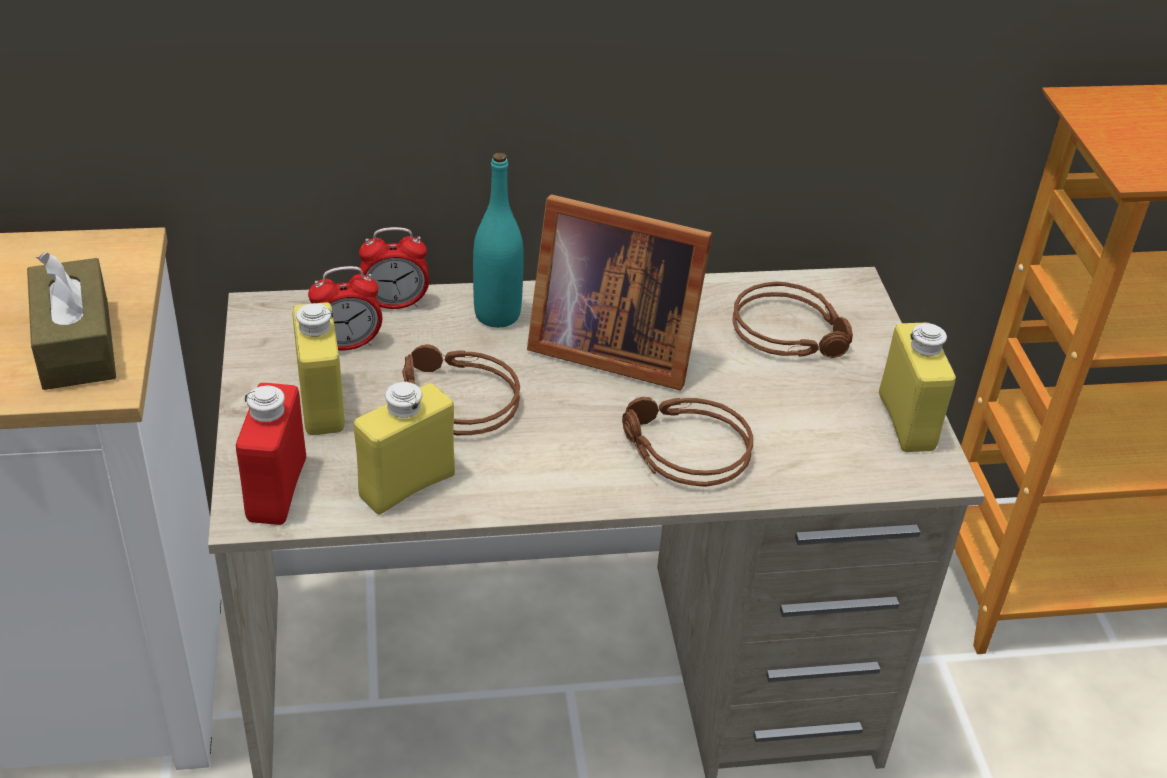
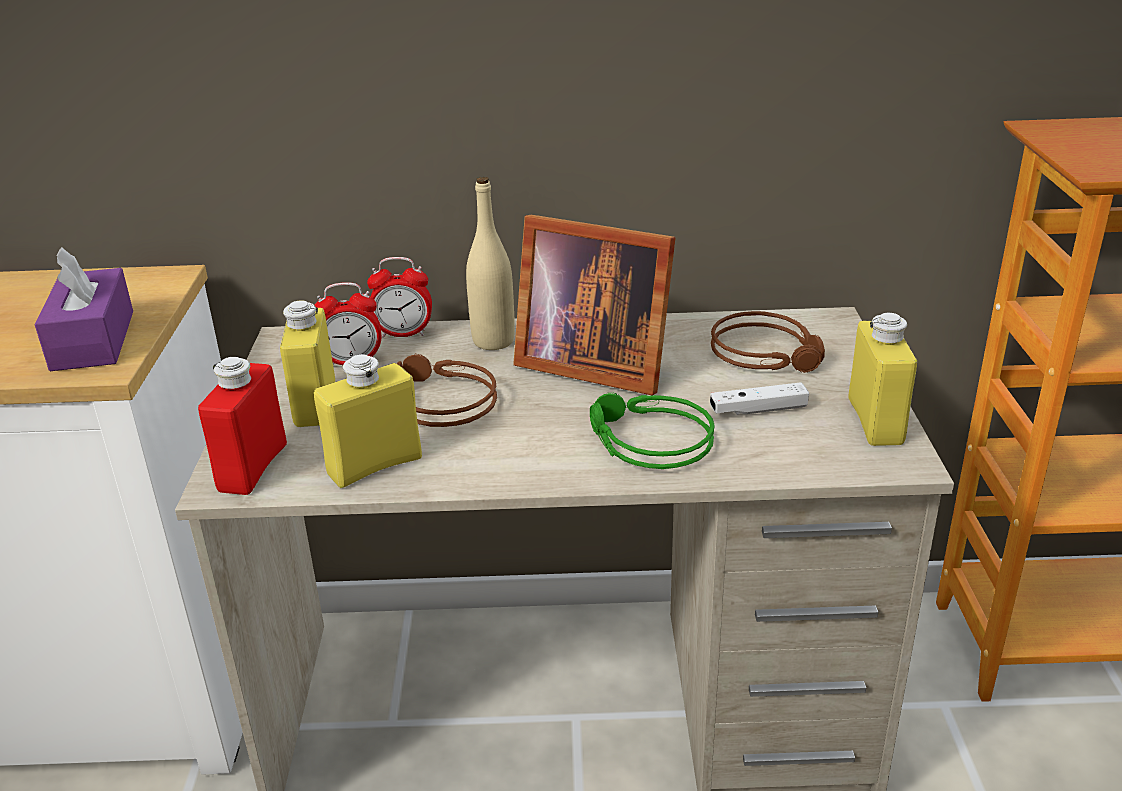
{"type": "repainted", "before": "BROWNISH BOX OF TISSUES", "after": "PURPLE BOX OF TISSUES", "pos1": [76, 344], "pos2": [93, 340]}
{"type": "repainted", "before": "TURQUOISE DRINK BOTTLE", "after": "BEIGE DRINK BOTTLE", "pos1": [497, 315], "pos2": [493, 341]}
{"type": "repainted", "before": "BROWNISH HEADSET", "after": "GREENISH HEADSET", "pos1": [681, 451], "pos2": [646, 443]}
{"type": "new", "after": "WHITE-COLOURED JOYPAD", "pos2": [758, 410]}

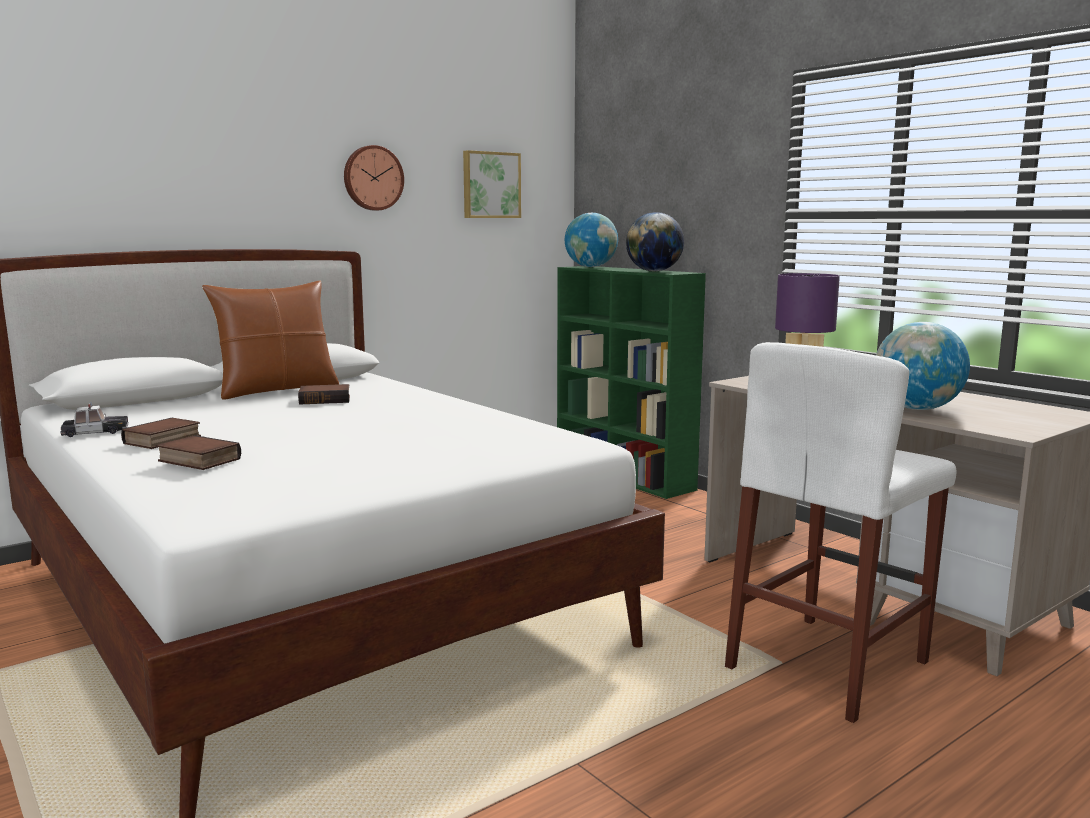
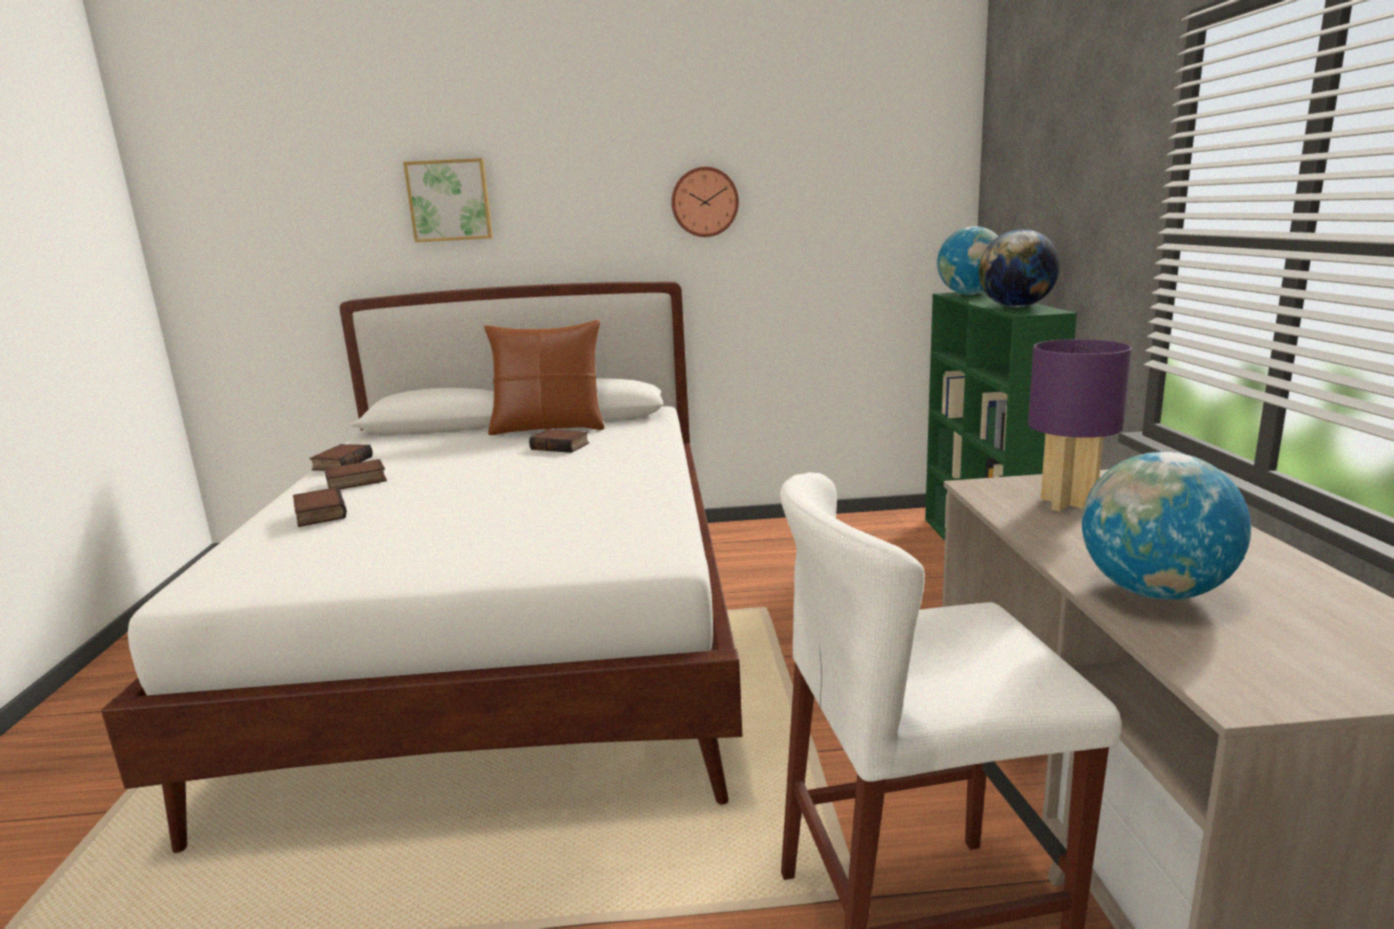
{"type": "swapped", "before": "MODEL CAR", "after": "VOLUME", "pos1": [95, 432], "pos2": [341, 463]}
{"type": "shifted", "before": "PICTURE", "pos1": [490, 185], "pos2": [450, 200]}

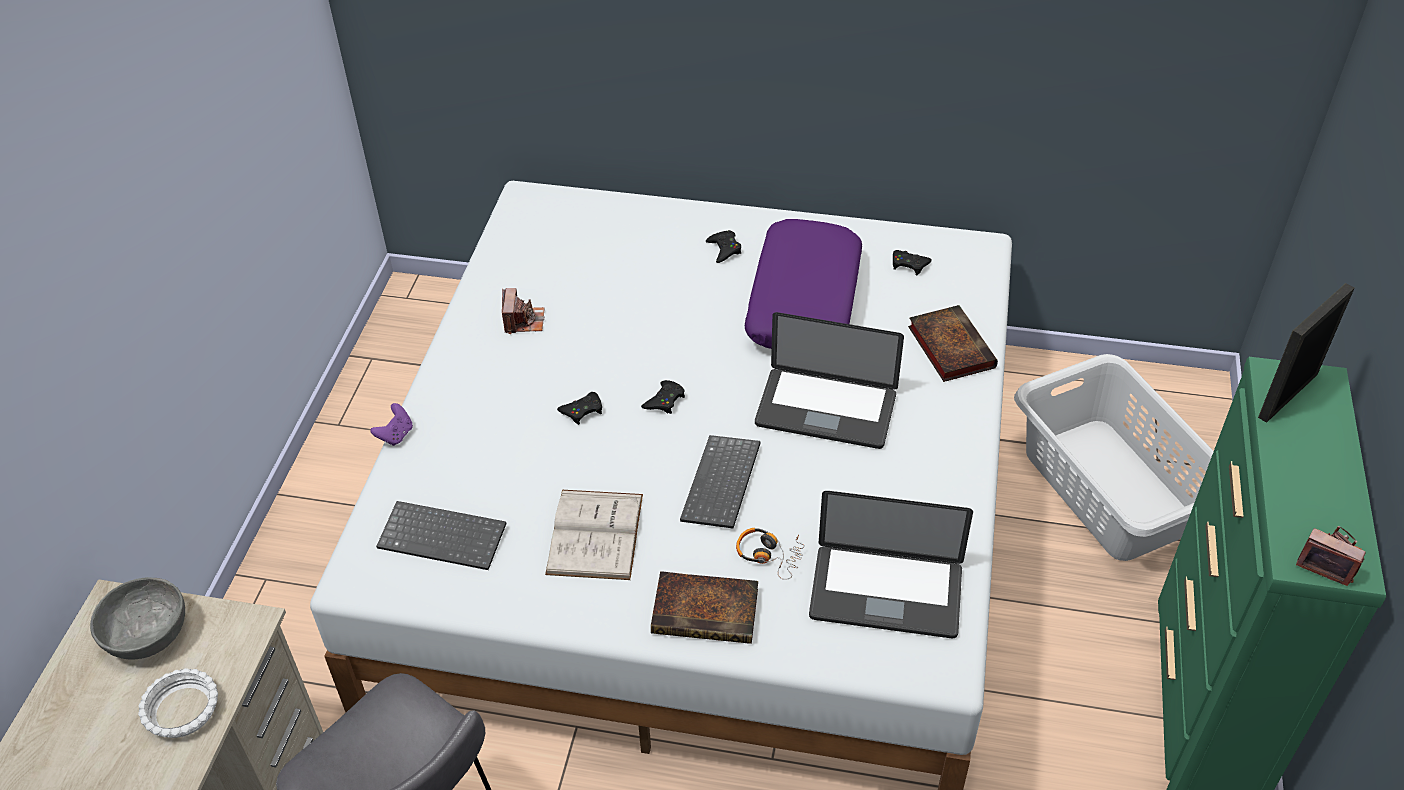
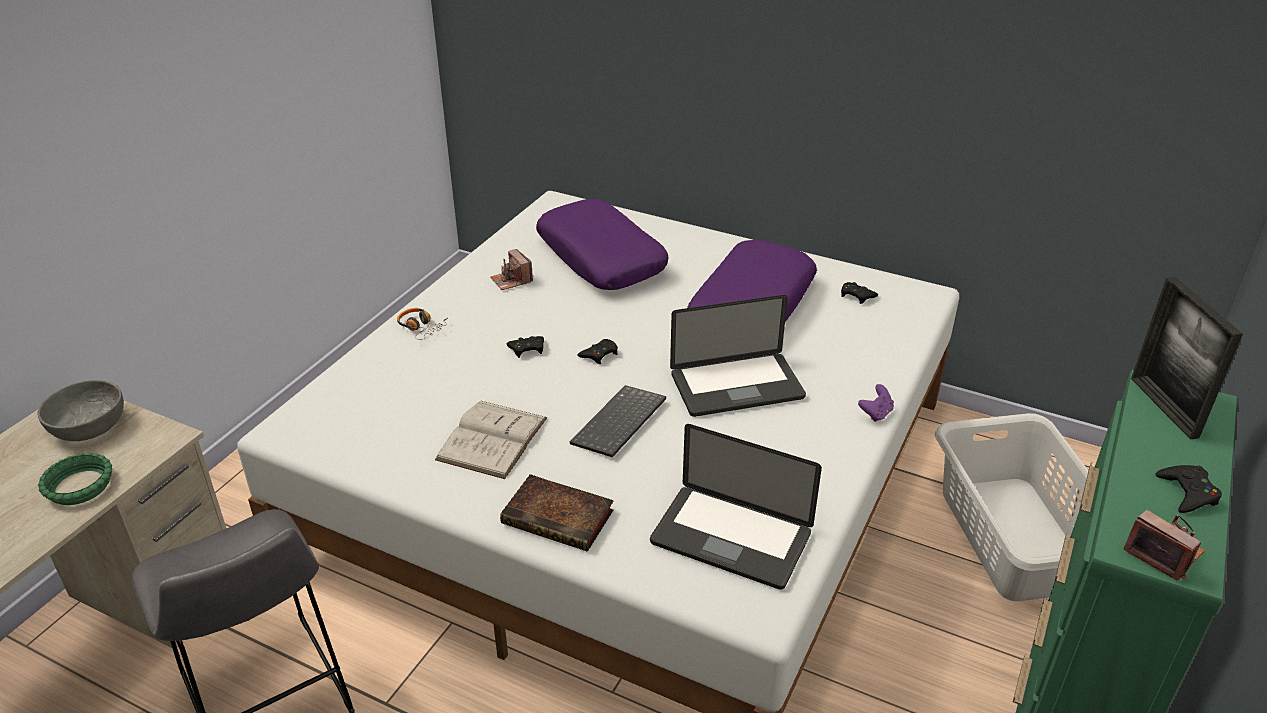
{"type": "repainted", "before": "WHITE-COLOURED SERVING BOWL", "after": "GREENISH SERVING BOWL", "pos1": [182, 710], "pos2": [79, 486]}
{"type": "shifted", "before": "PURPLE JOYPAD", "pos1": [396, 435], "pos2": [876, 413]}
{"type": "gone", "before": "PC KEYBOARD", "pos1": [444, 536]}
{"type": "rotated", "before": "STILL CAMERA", "pos1": [523, 321], "pos2": [511, 280], "turn": 135}
{"type": "shifted", "before": "BLACK-COLOURED JOYPAD", "pos1": [724, 249], "pos2": [1187, 493]}
{"type": "shifted", "before": "HEADSET", "pos1": [769, 555], "pos2": [421, 327]}
{"type": "rotated", "before": "NOTEBOOK COMPUTER", "pos1": [826, 410], "pos2": [737, 386], "turn": -45}
{"type": "gone", "before": "VOLUME", "pos1": [949, 346]}
{"type": "rotated", "before": "PICTURE FRAME", "pos1": [1288, 396], "pos2": [1163, 407], "turn": -75}
{"type": "new", "after": "PURPLE CUSHION", "pos2": [602, 258]}

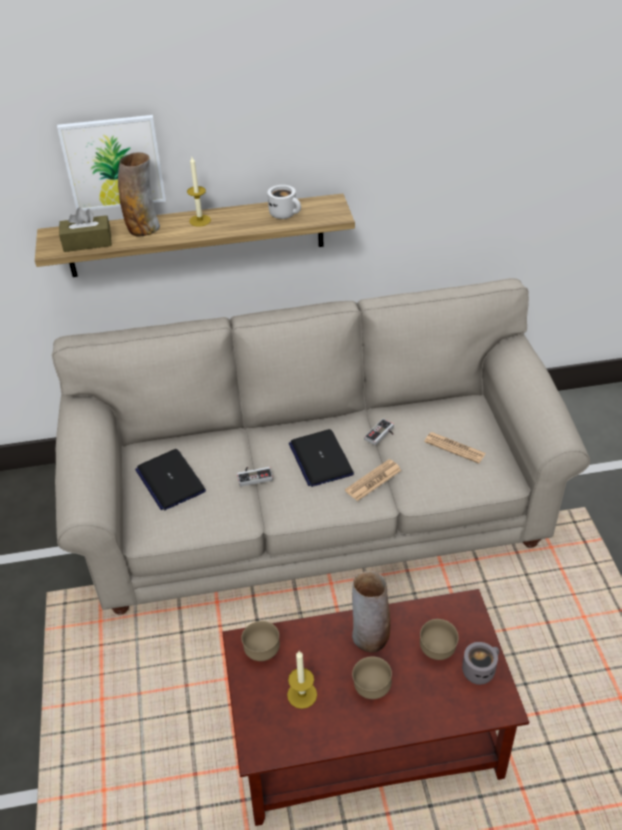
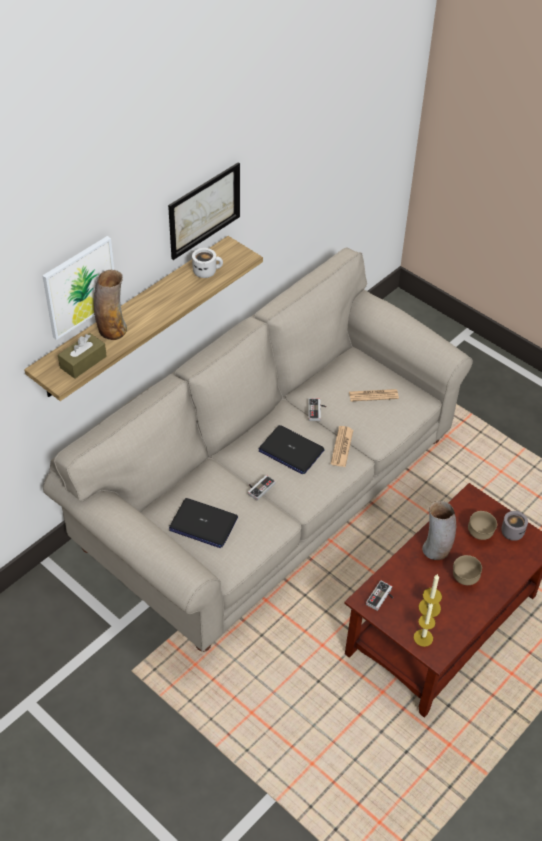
{"type": "shifted", "before": "CANDLE", "pos1": [200, 220], "pos2": [423, 638]}
{"type": "swapped", "before": "BROWNISH SERVING BOWL", "after": "JOYPAD", "pos1": [262, 652], "pos2": [381, 598]}
{"type": "new", "after": "PICTURE", "pos2": [204, 210]}

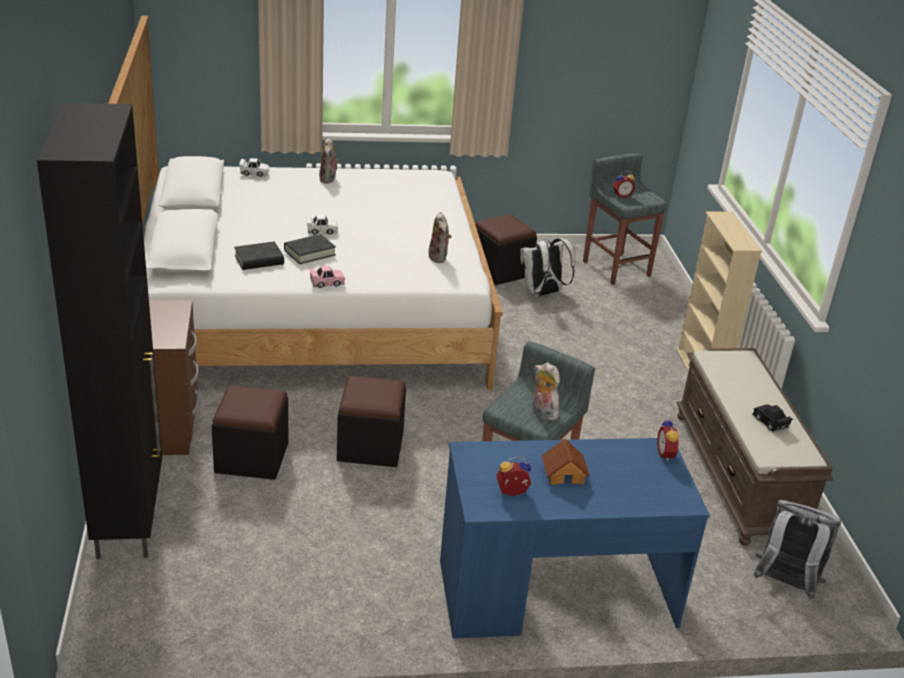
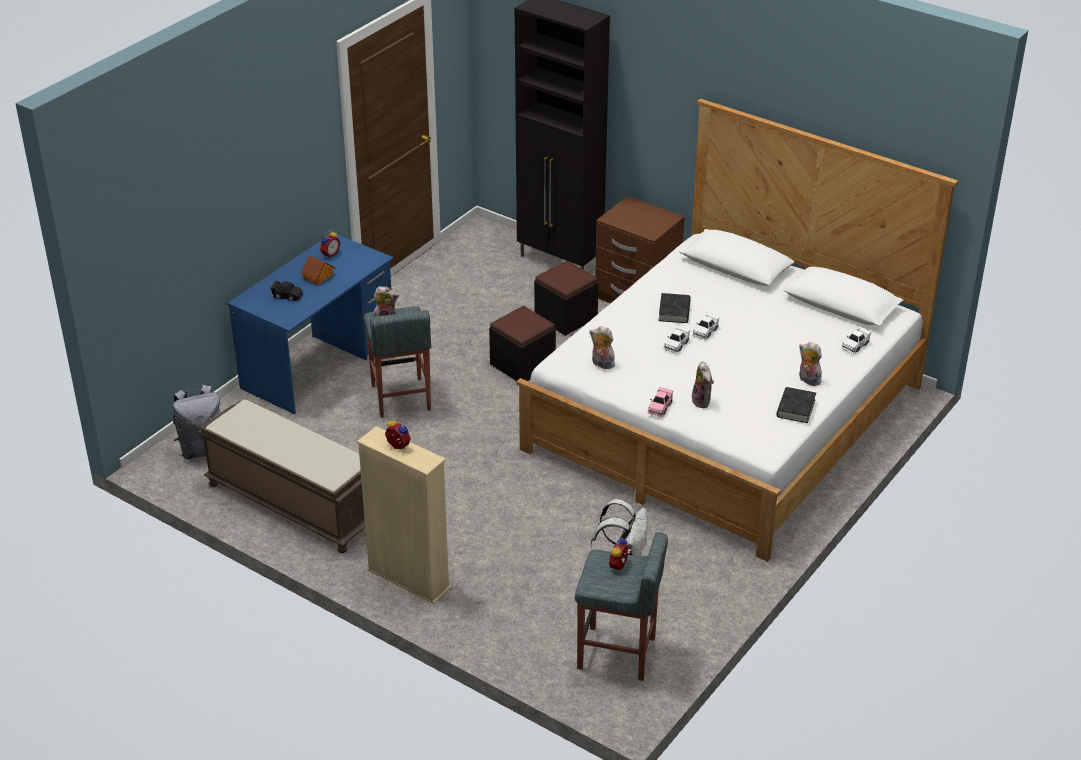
{"type": "shifted", "before": "BLACK-COLOURED VOLUME", "pos1": [259, 260], "pos2": [795, 408]}
{"type": "shifted", "before": "PINK MODEL CAR", "pos1": [327, 283], "pos2": [660, 407]}
{"type": "gone", "before": "BLACK-COLOURED OTTOMAN", "pos1": [500, 271]}
{"type": "shifted", "before": "BEDSIDE CLOCK", "pos1": [667, 454], "pos2": [397, 447]}
{"type": "shifted", "before": "BLACK-COLOURED MODEL CAR", "pos1": [770, 422], "pos2": [287, 296]}
{"type": "new", "after": "WHITE-COLOURED MODEL CAR", "pos2": [676, 345]}
{"type": "new", "after": "SOFT TOY", "pos2": [702, 401]}

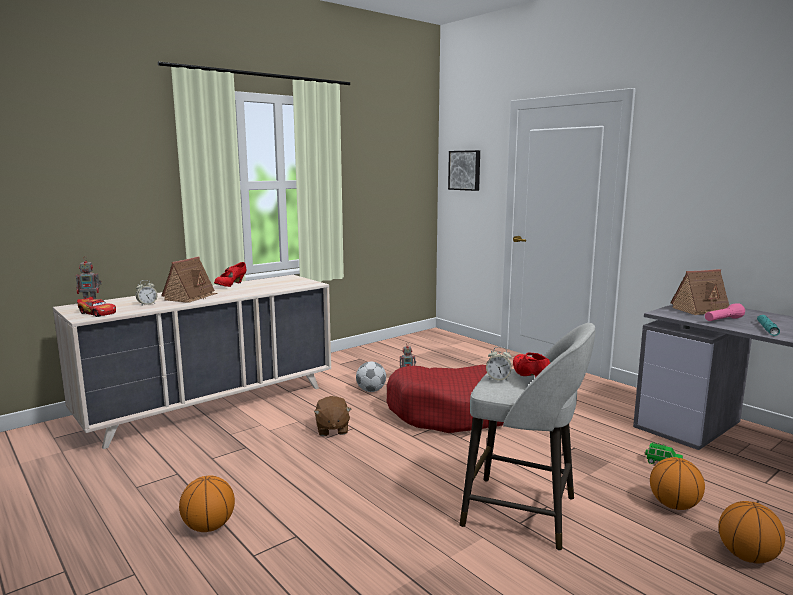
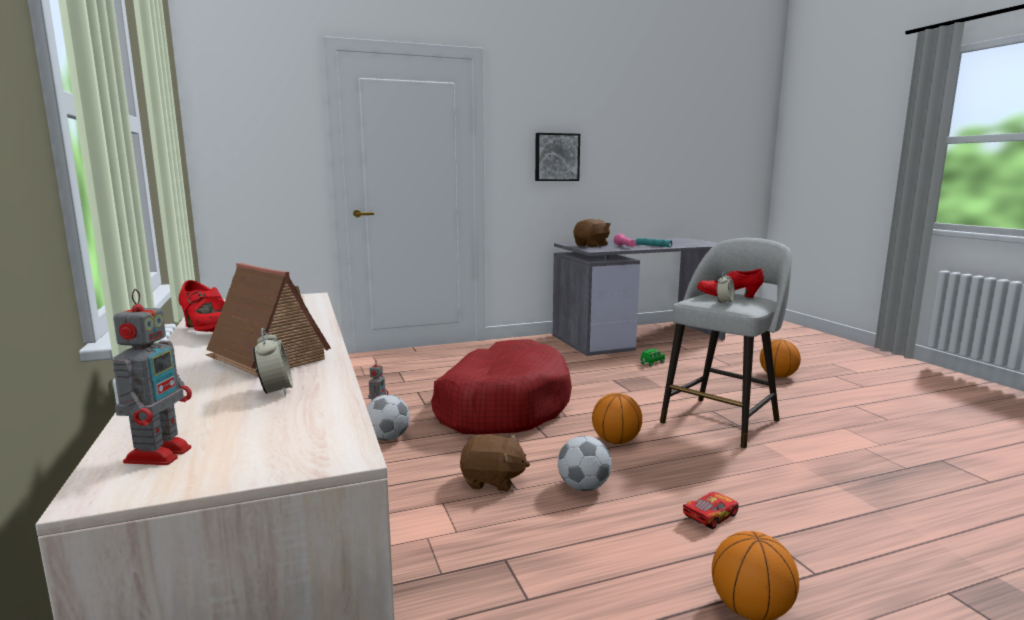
{"type": "shifted", "before": "MODEL CAR", "pos1": [97, 313], "pos2": [710, 516]}
{"type": "shifted", "before": "PICTURE", "pos1": [465, 170], "pos2": [556, 157]}
{"type": "shifted", "before": "BALL FOR BASKETBALL", "pos1": [674, 505], "pos2": [616, 441]}
{"type": "swapped", "before": "TOY HOUSE", "after": "BROWNISH SOFT TOY", "pos1": [701, 310], "pos2": [592, 245]}
{"type": "new", "after": "BALL FOR FOOTBALL", "pos2": [583, 487]}

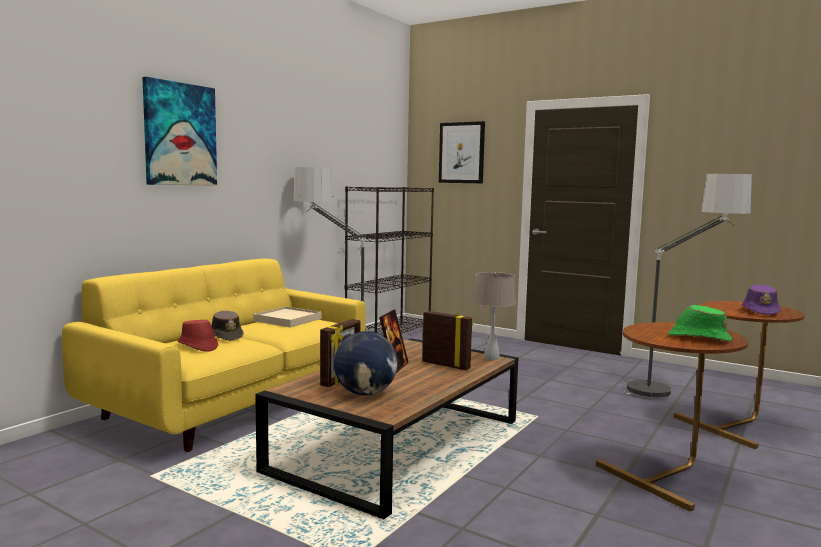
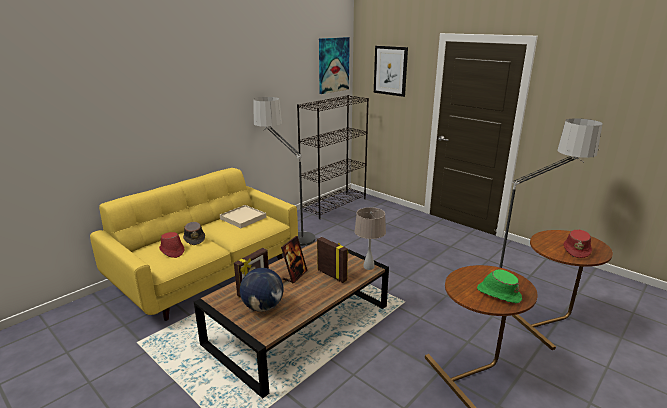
{"type": "shifted", "before": "PICTURE", "pos1": [180, 134], "pos2": [333, 65]}
{"type": "repainted", "before": "PURPLE CLOTHING HAT", "after": "REDDISH CLOTHING HAT", "pos1": [760, 311], "pos2": [576, 250]}

